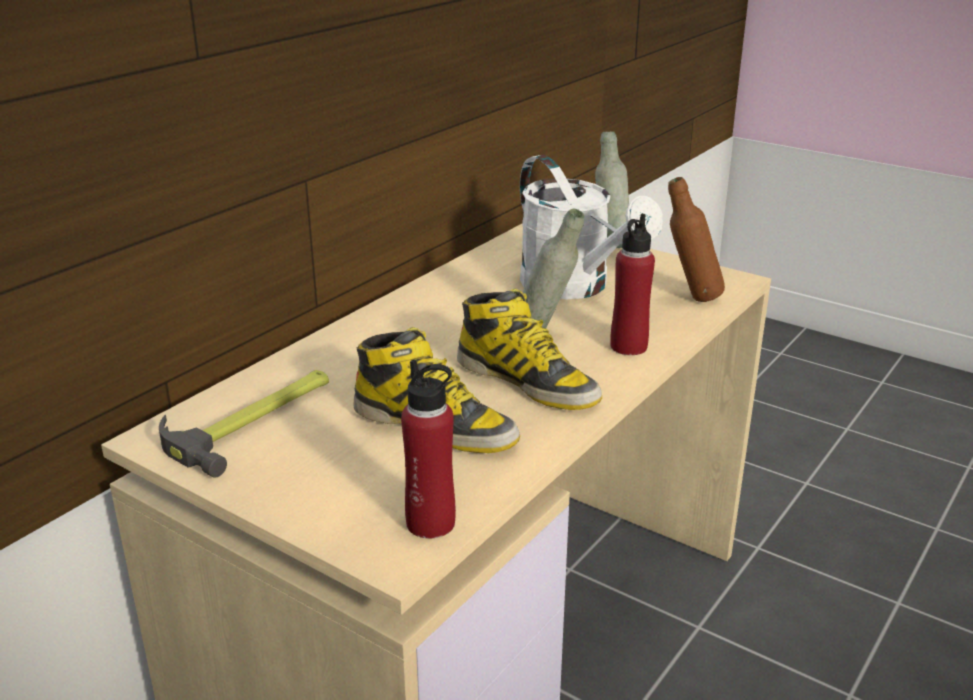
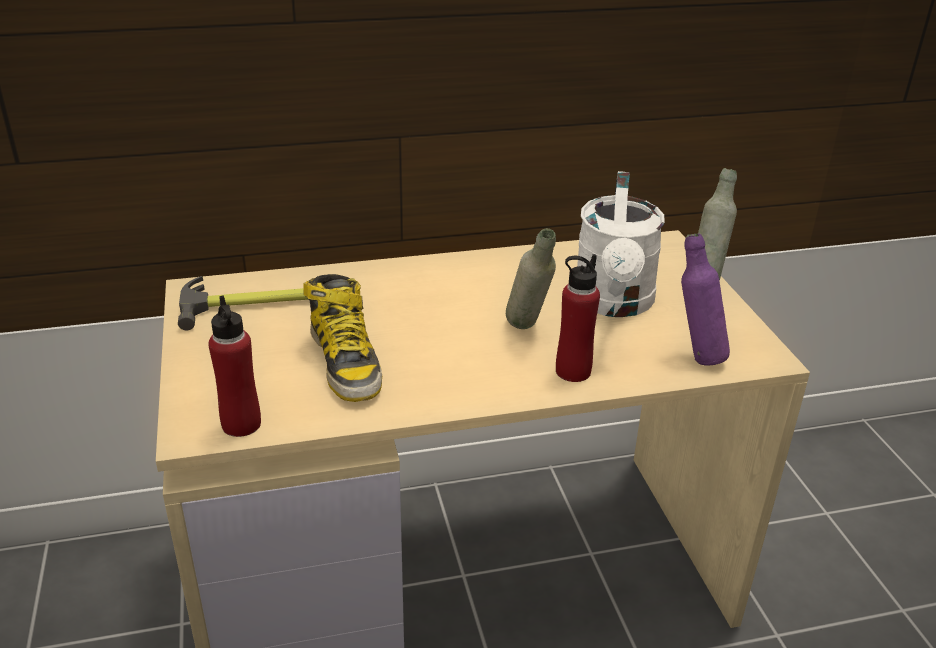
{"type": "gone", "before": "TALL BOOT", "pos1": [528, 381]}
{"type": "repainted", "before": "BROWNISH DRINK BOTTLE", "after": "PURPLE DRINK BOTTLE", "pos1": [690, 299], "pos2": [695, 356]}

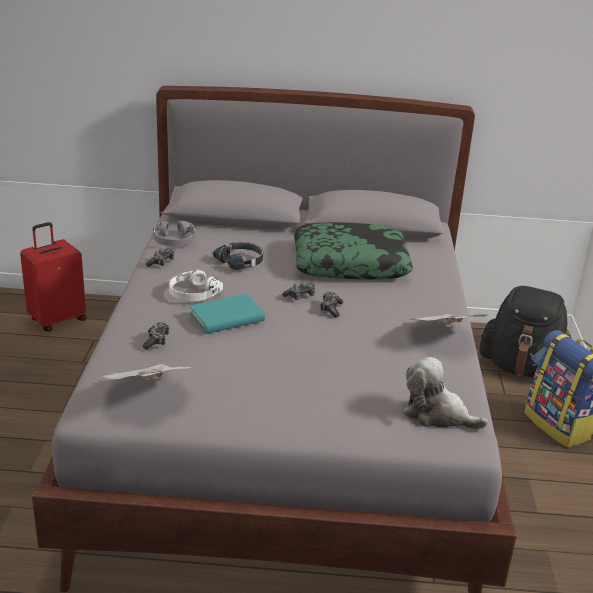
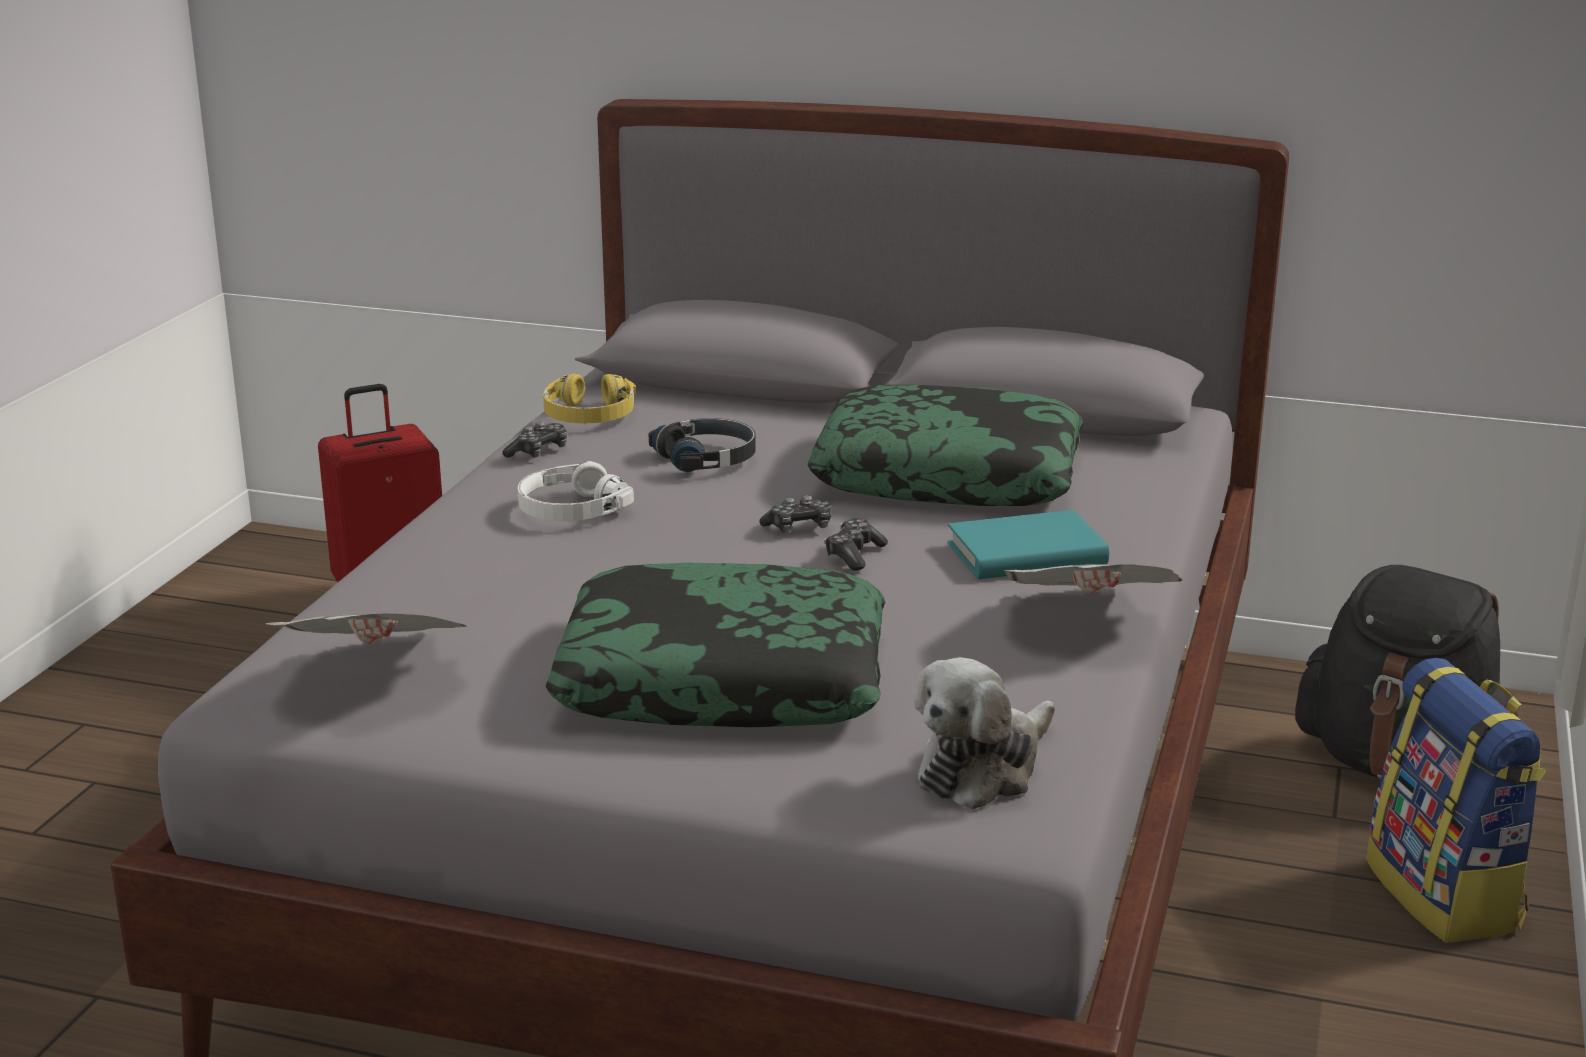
{"type": "gone", "before": "JOYPAD", "pos1": [156, 340]}
{"type": "repainted", "before": "GREYISH HEADSET", "after": "YELLOW-COLOURED HEADSET", "pos1": [175, 240], "pos2": [589, 415]}
{"type": "shifted", "before": "TURQUOISE VOLUME", "pos1": [227, 318], "pos2": [1026, 555]}
{"type": "rotated", "before": "SOFT TOY", "pos1": [437, 415], "pos2": [983, 769], "turn": -90}
{"type": "new", "after": "CUSHION", "pos2": [722, 680]}

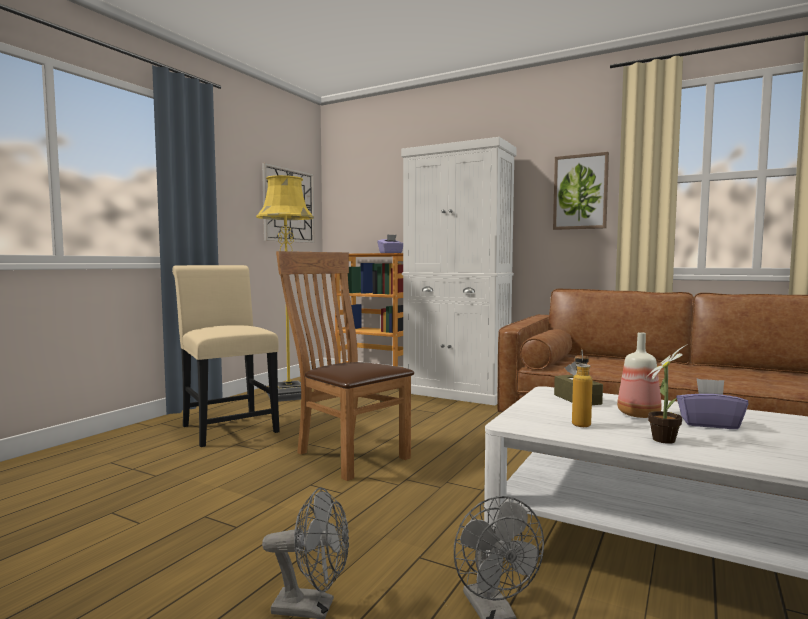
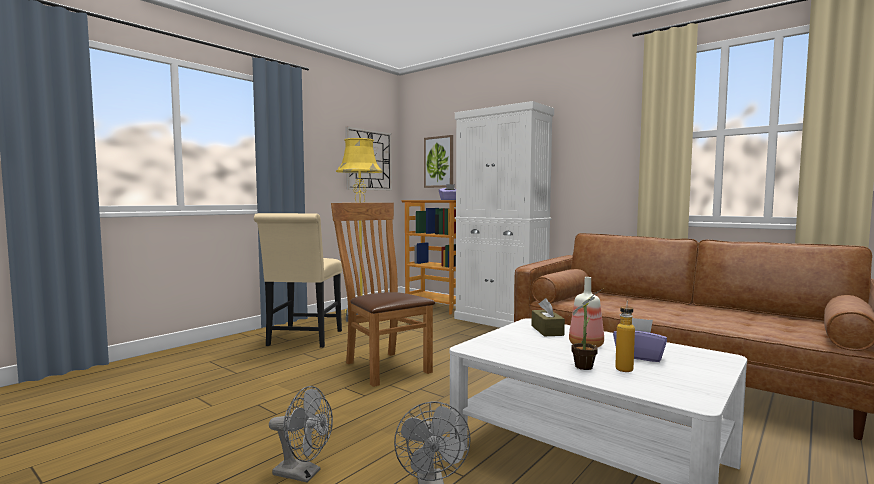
{"type": "rotated", "before": "BEIGE CHAIR", "pos1": [227, 427], "pos2": [303, 340], "turn": -150}
{"type": "shifted", "before": "PICTURE", "pos1": [580, 192], "pos2": [439, 162]}
{"type": "shifted", "before": "DRINK BOTTLE", "pos1": [580, 422], "pos2": [624, 367]}

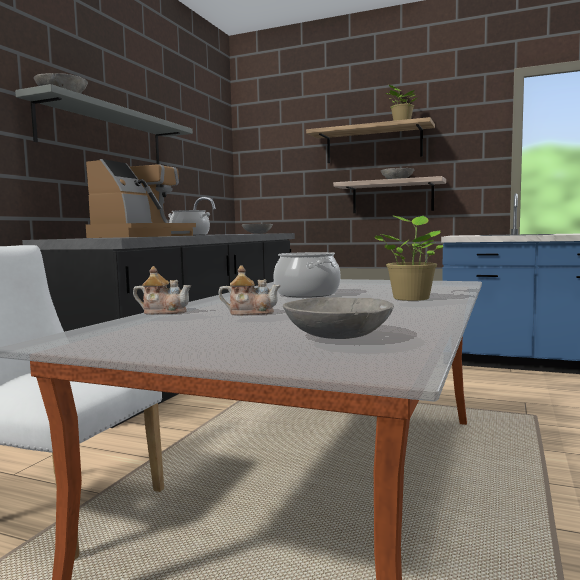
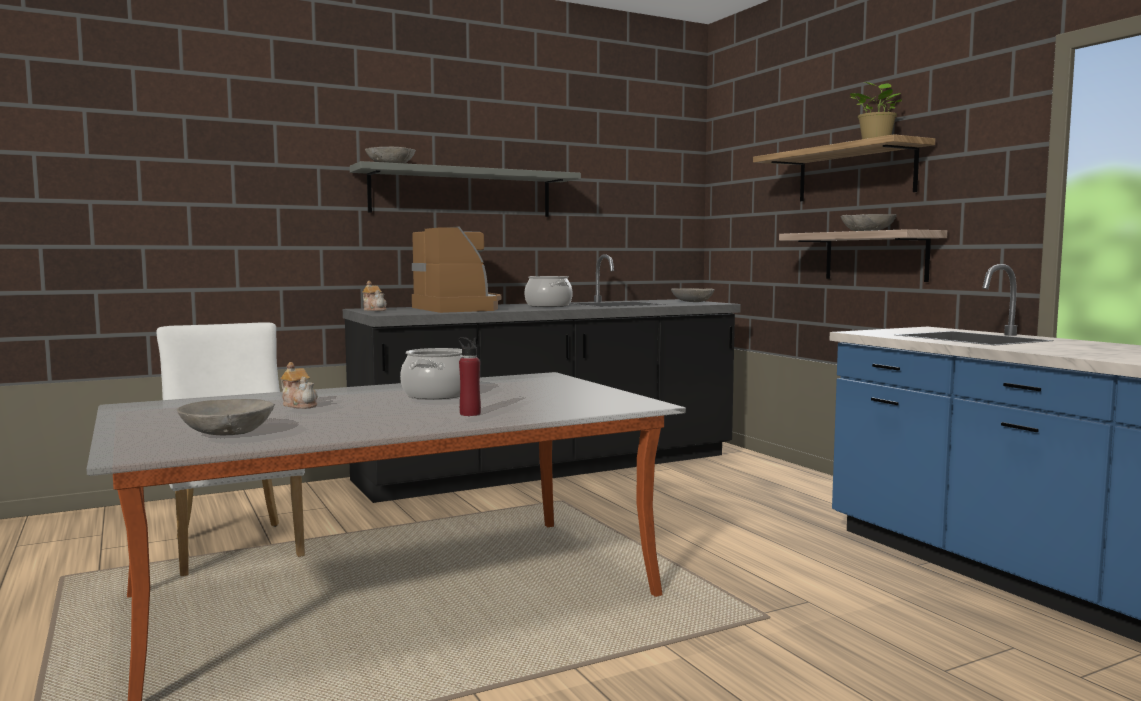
{"type": "rotated", "before": "COFFEE MAKER", "pos1": [142, 236], "pos2": [460, 308], "turn": -90}
{"type": "shifted", "before": "TEA POT", "pos1": [164, 312], "pos2": [375, 310]}
{"type": "swapped", "before": "POTTED PLANT", "after": "REDDISH DRINK BOTTLE", "pos1": [411, 298], "pos2": [470, 414]}

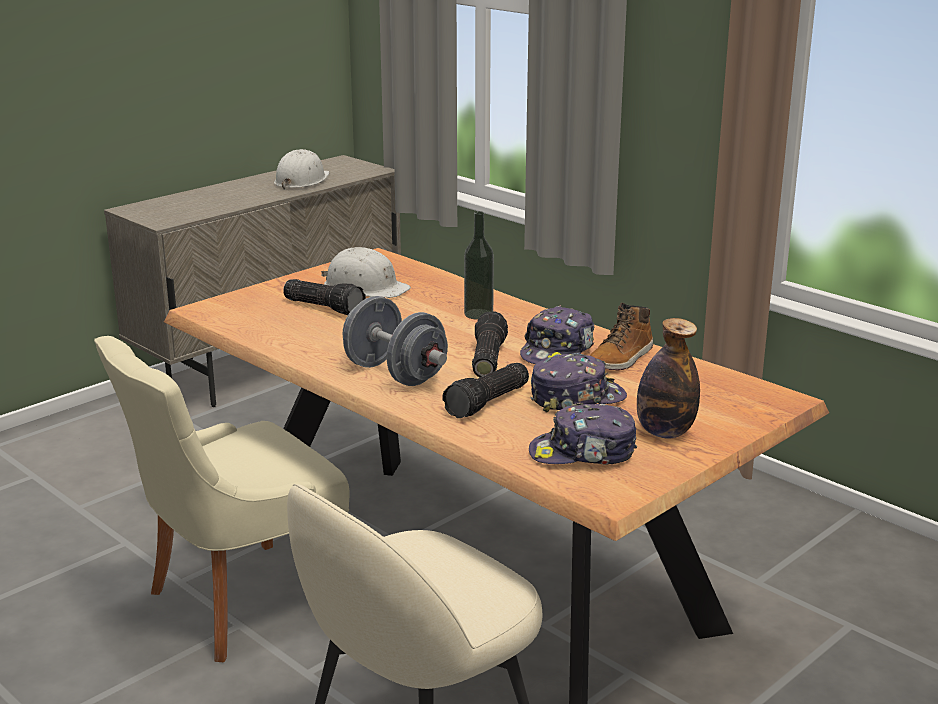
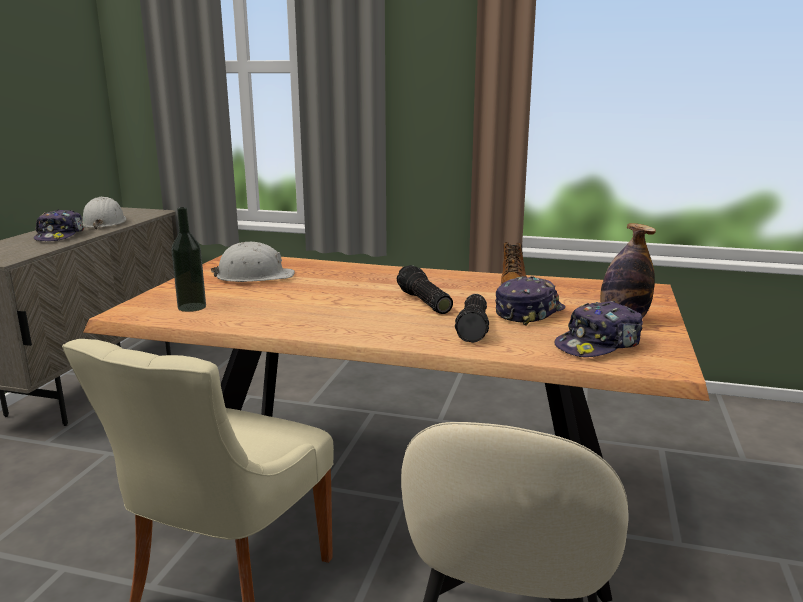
{"type": "gone", "before": "FLASHLIGHT", "pos1": [325, 307]}
{"type": "gone", "before": "GREYISH FREE WEIGHT", "pos1": [395, 374]}
{"type": "shifted", "before": "DRINK BOTTLE", "pos1": [478, 314], "pos2": [192, 307]}
{"type": "shifted", "before": "BASEBALL CAP", "pos1": [558, 351], "pos2": [60, 236]}

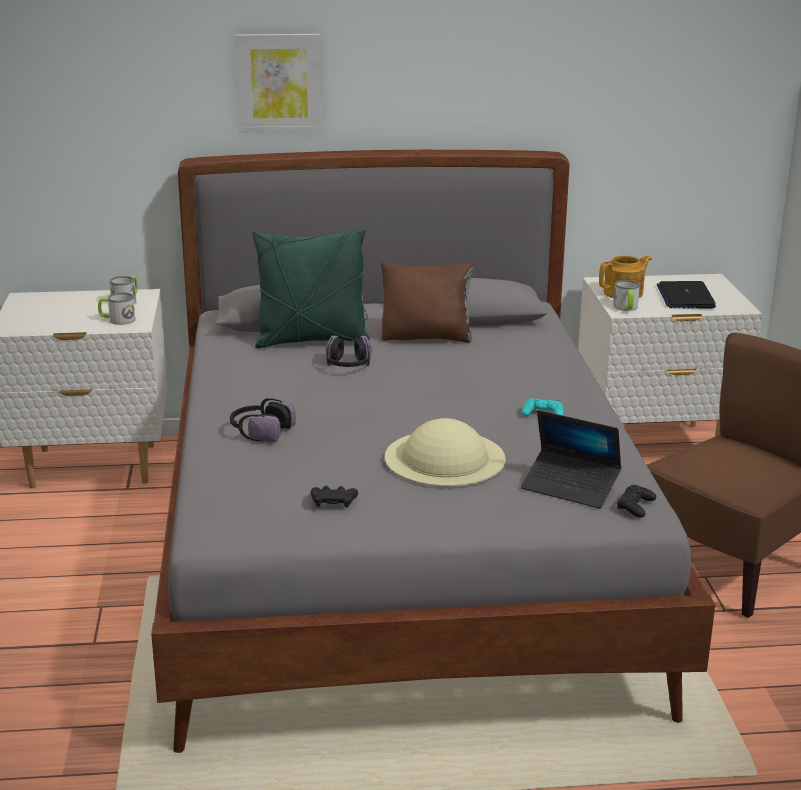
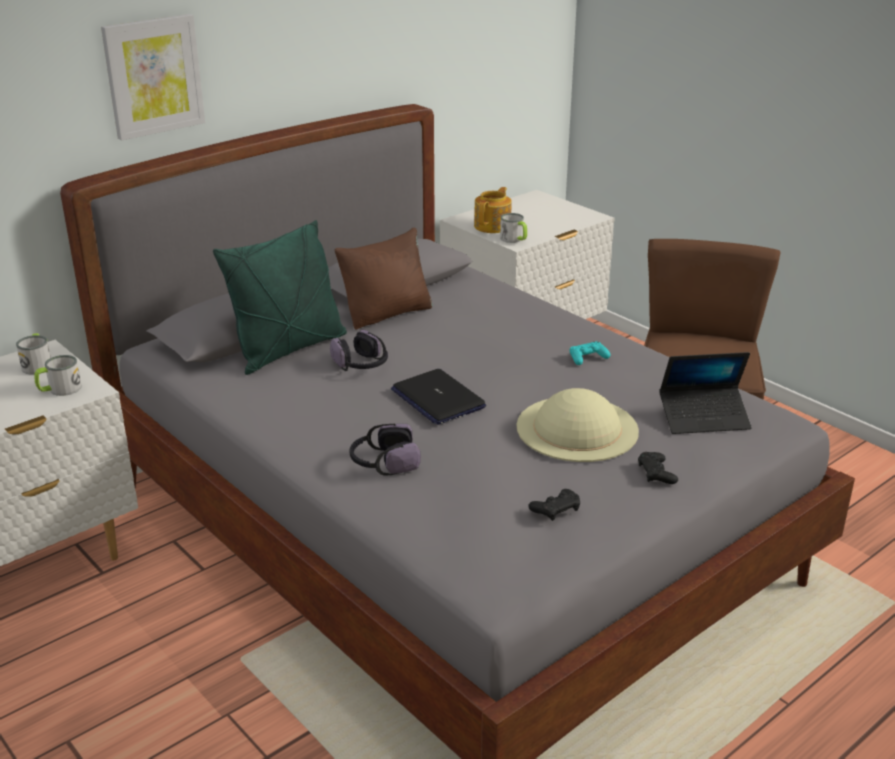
{"type": "shifted", "before": "BLACK-COLOURED JOYPAD", "pos1": [635, 506], "pos2": [656, 473]}
{"type": "shifted", "before": "NOTEBOOK COMPUTER", "pos1": [685, 297], "pos2": [437, 398]}

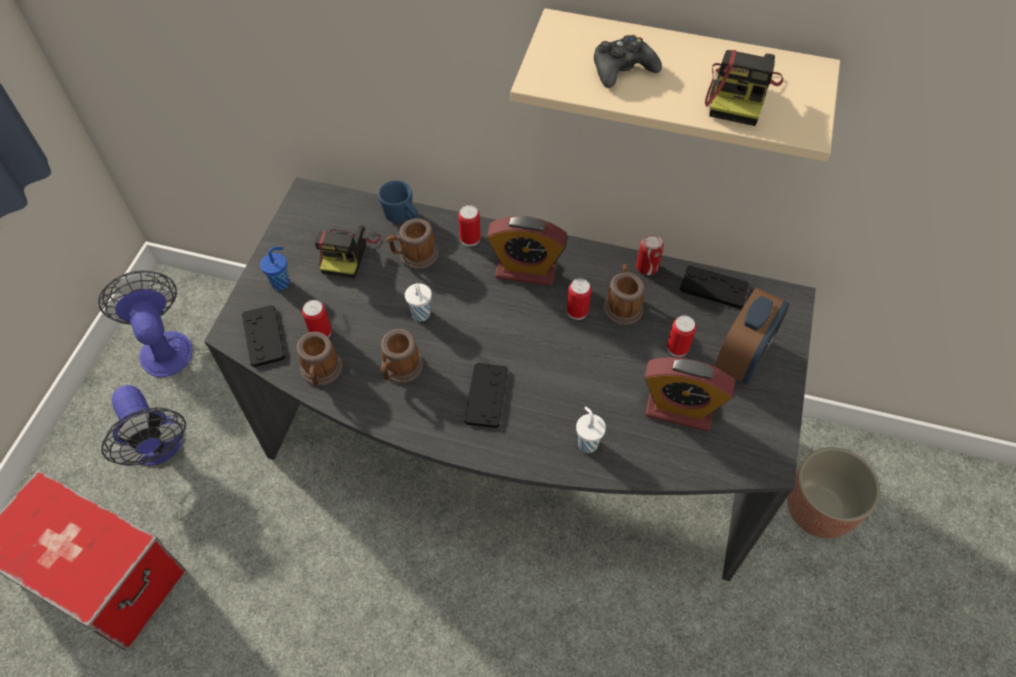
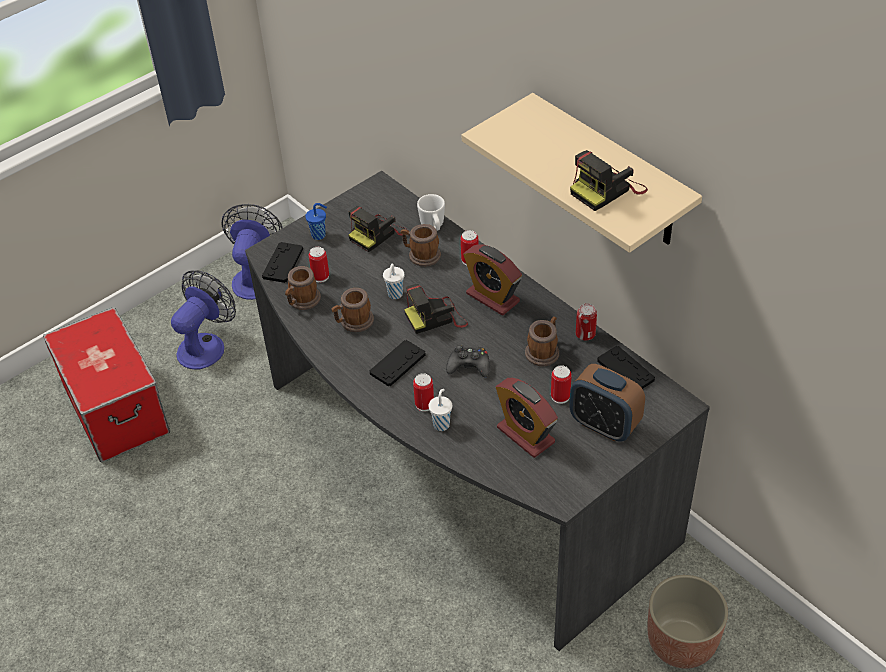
{"type": "rotated", "before": "ELECTRIC FAN", "pos1": [159, 448], "pos2": [206, 345], "turn": -150}
{"type": "repainted", "before": "BLUE COFFEE MUG", "after": "WHITE-COLOURED COFFEE MUG", "pos1": [402, 217], "pos2": [433, 226]}
{"type": "shifted", "before": "METAL CAN", "pos1": [577, 311], "pos2": [424, 404]}
{"type": "shifted", "before": "BLACK-COLOURED JOYPAD", "pos1": [622, 69], "pos2": [469, 366]}
{"type": "rotated", "before": "BEDSIDE CLOCK", "pos1": [742, 358], "pos2": [604, 425], "turn": 60}
{"type": "new", "after": "STILL CAMERA", "pos2": [436, 317]}

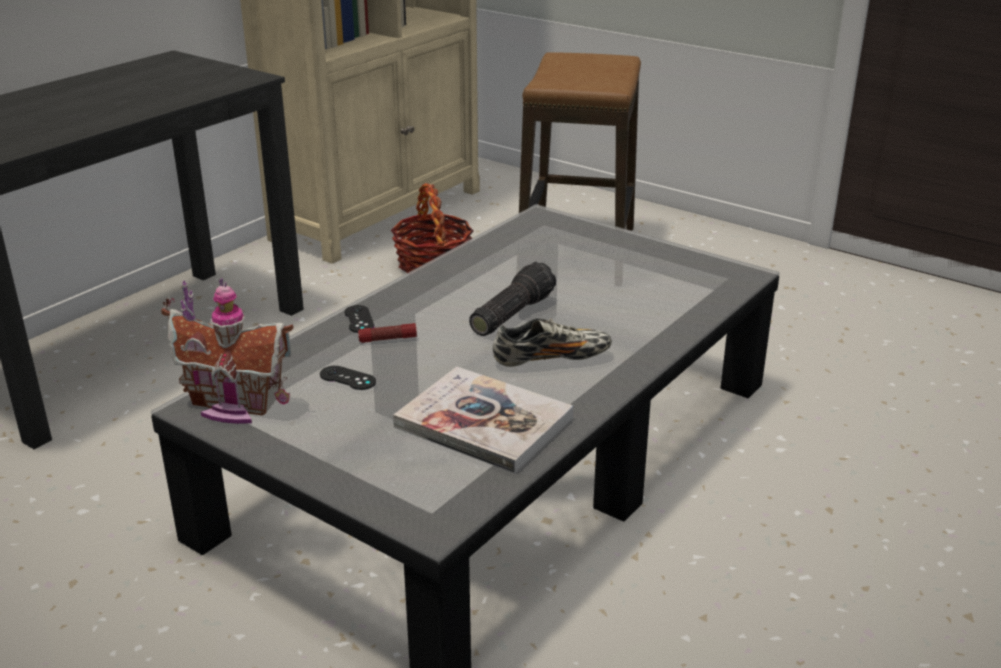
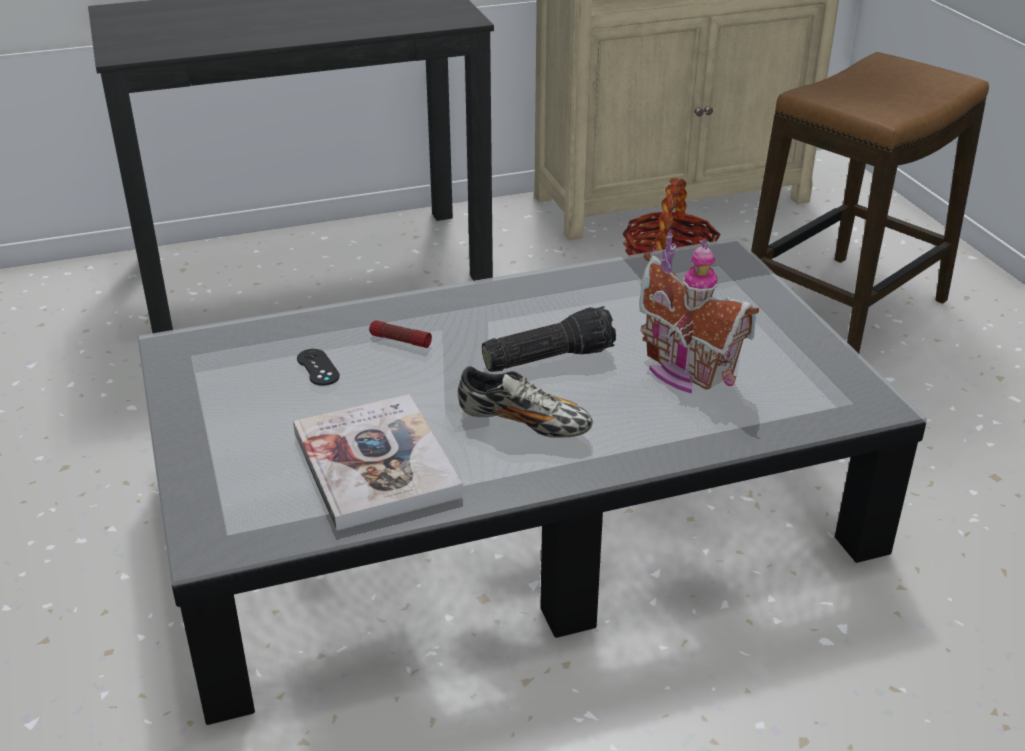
{"type": "shifted", "before": "TOY HOUSE", "pos1": [234, 406], "pos2": [684, 370]}
{"type": "gone", "before": "BLACK-COLOURED JOYPAD", "pos1": [359, 319]}

